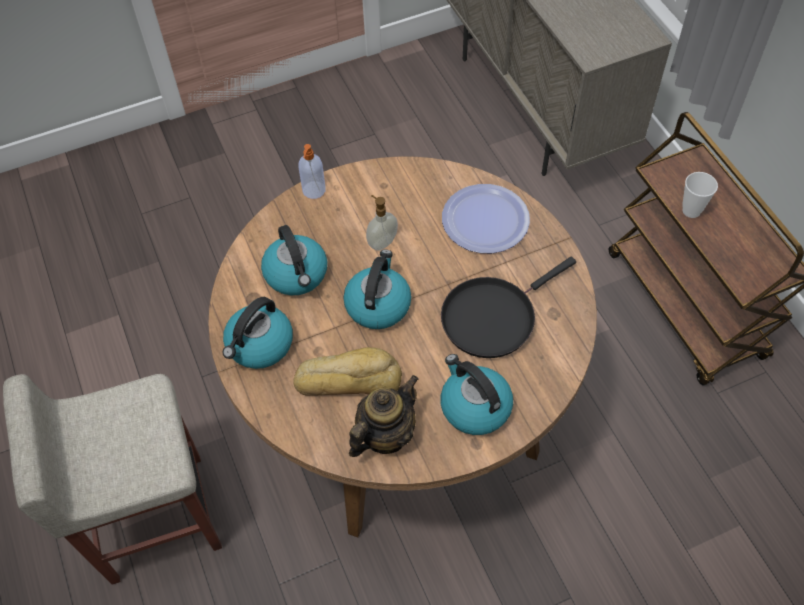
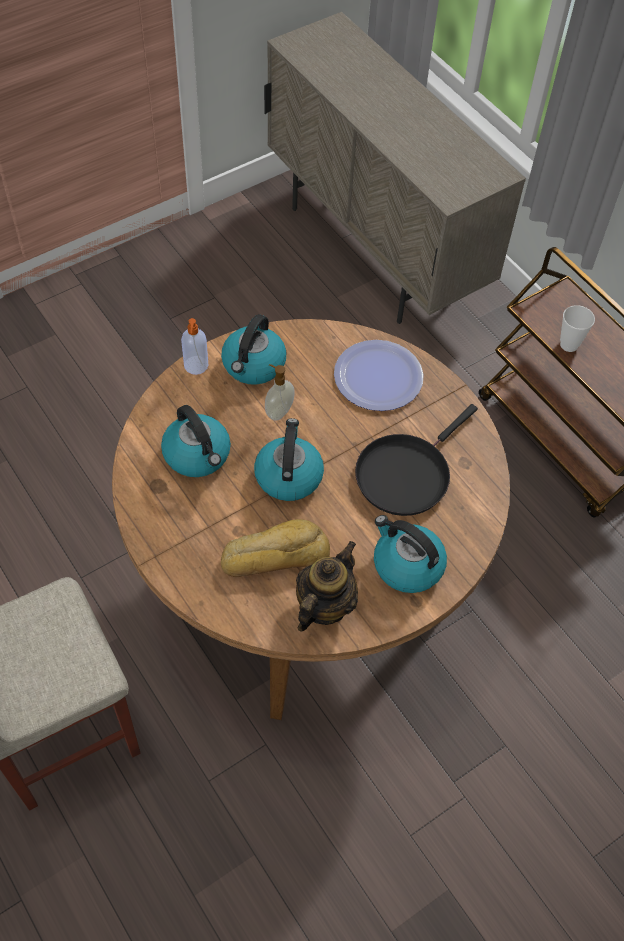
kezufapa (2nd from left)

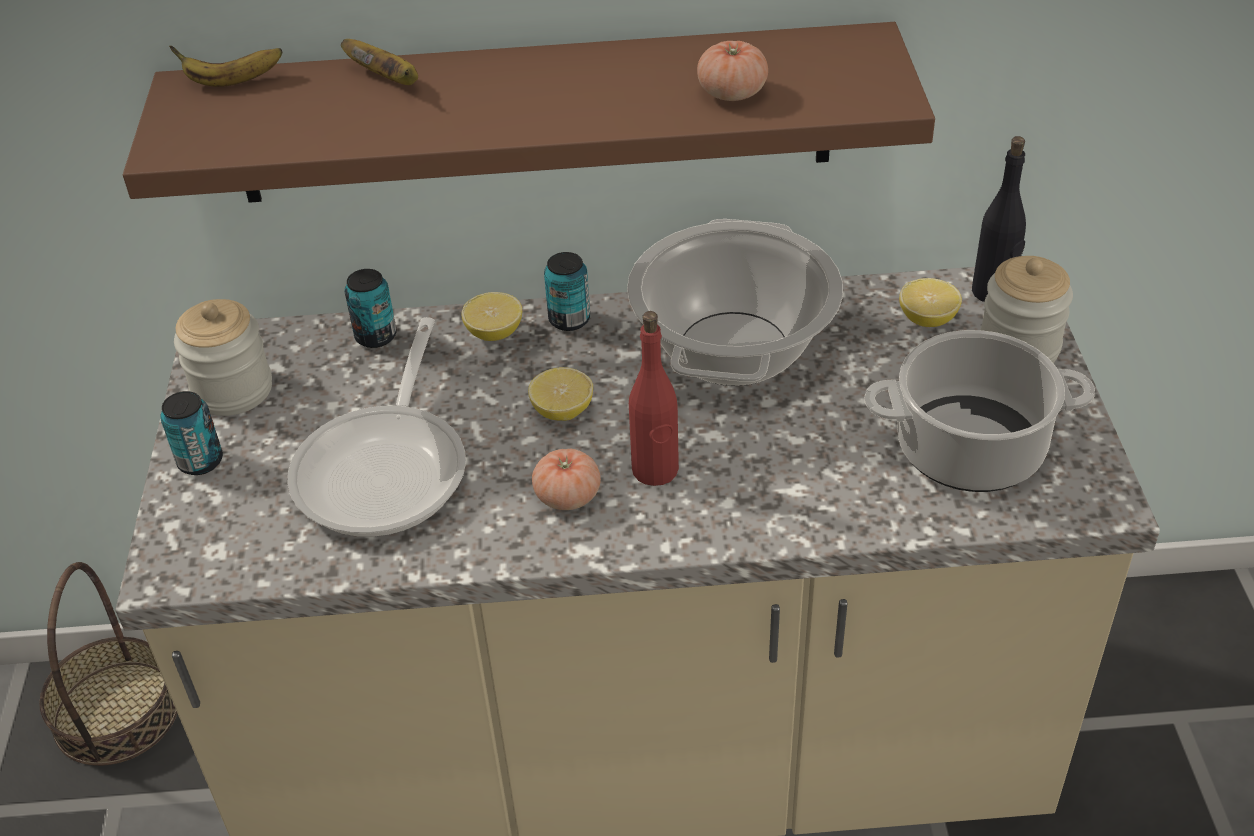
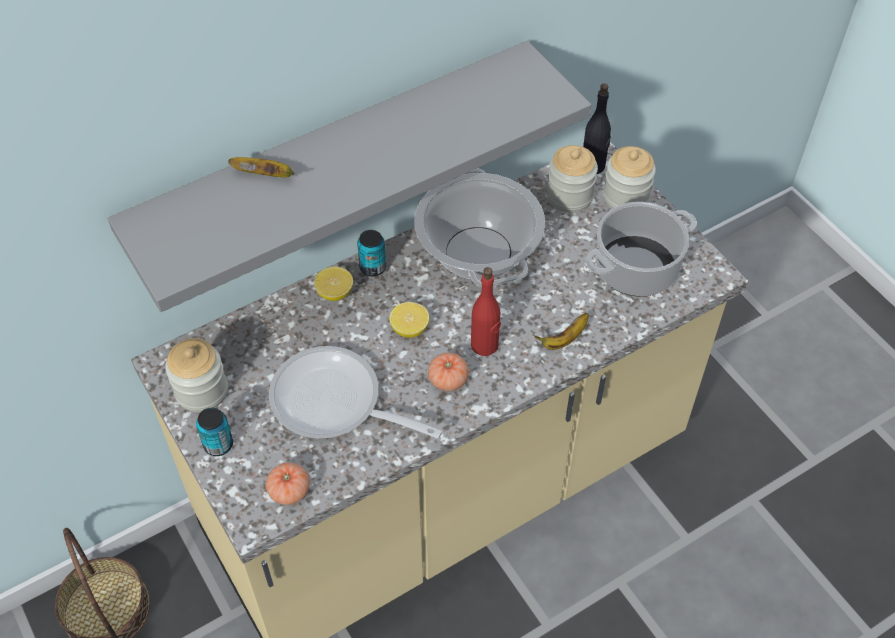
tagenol (2nd from left in the first image)
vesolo (2nd from left)
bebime (1st from left)
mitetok (2nd from left)
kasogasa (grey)
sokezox

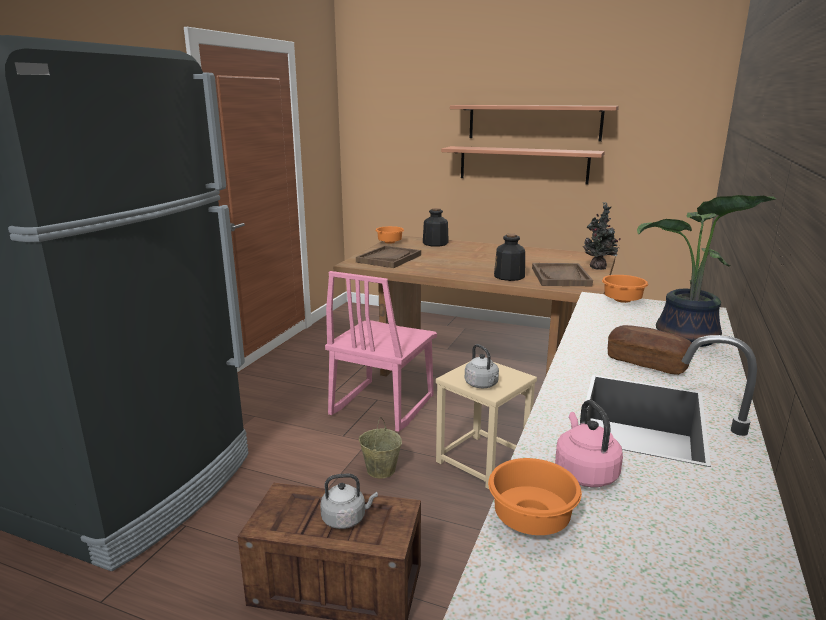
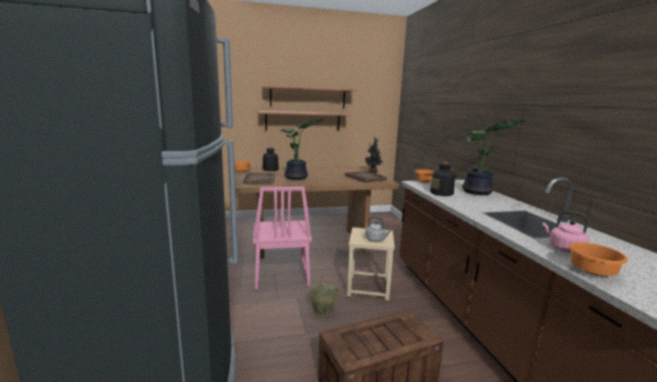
kezufapa (grey) (1st from left in the first image)
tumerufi
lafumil (1st from left)
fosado (2nd from left)

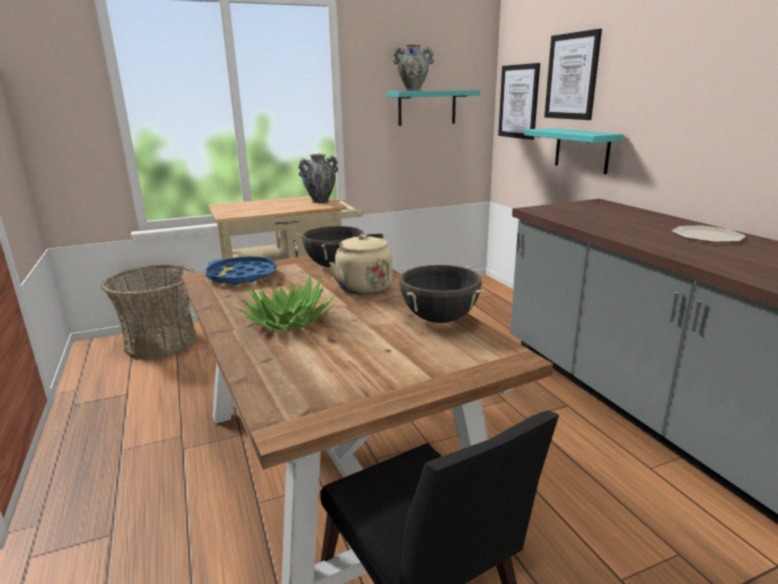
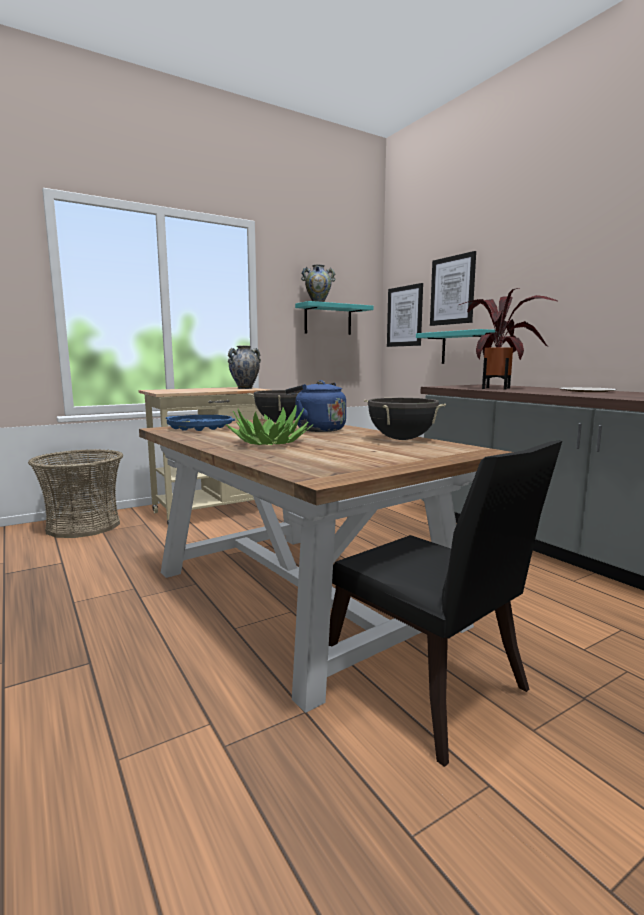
lafumil (2nd from left)
kezufapa (blue)

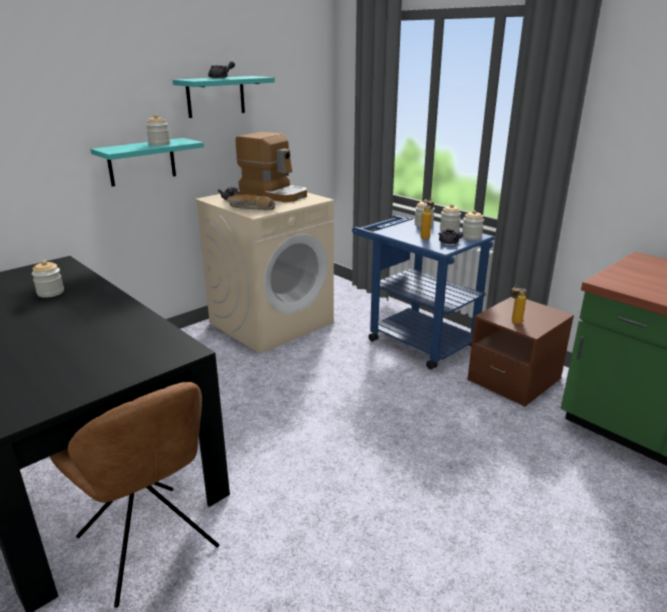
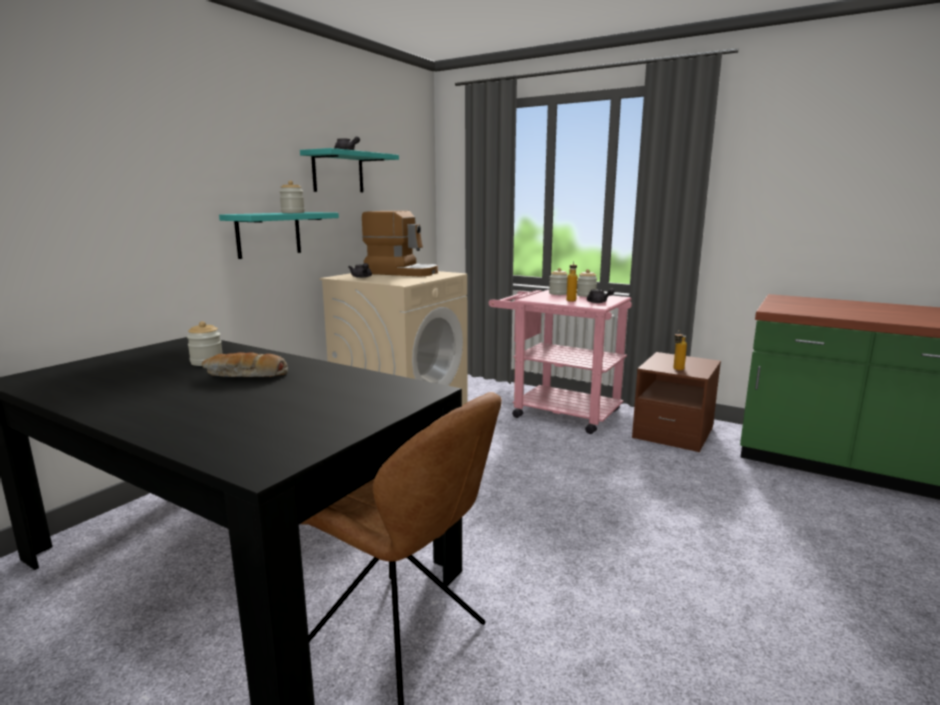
mitetok (5th from left in the first image)
tumerufi
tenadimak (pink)

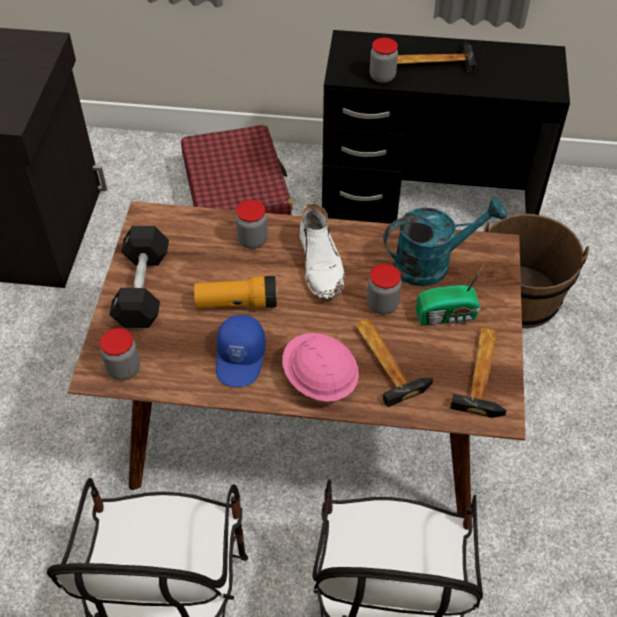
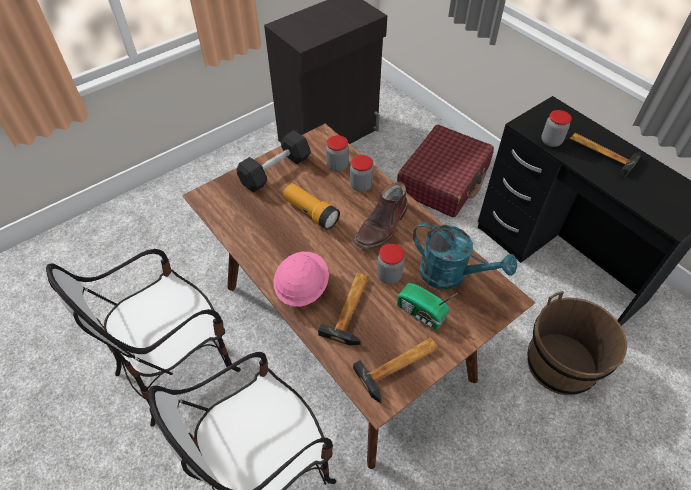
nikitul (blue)
mitetok (1st from left)
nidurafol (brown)

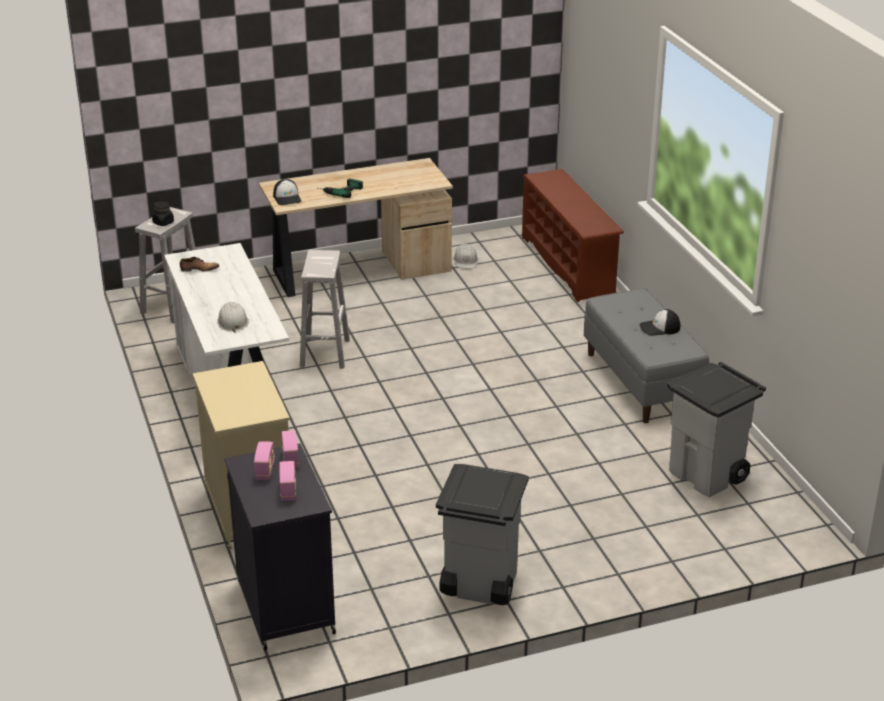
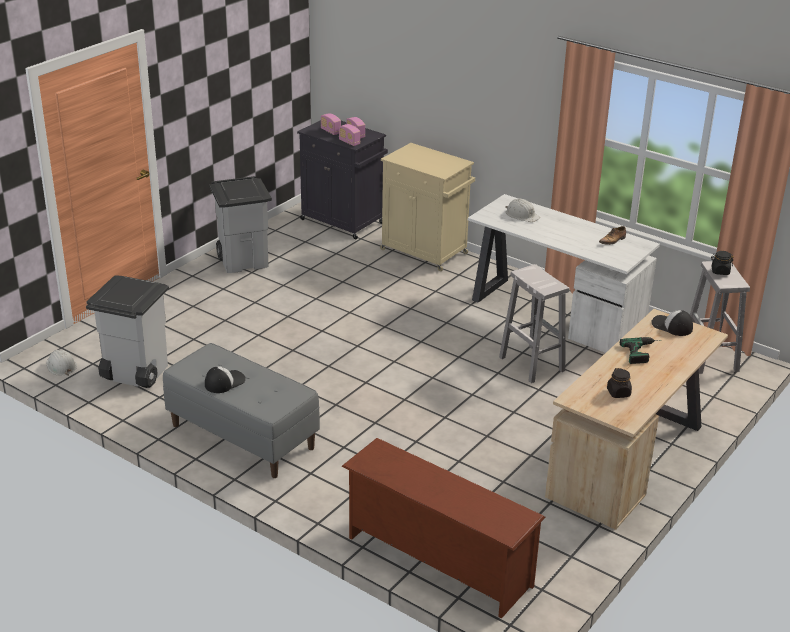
mitetok (black) (1st from left)
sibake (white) (1st from left)

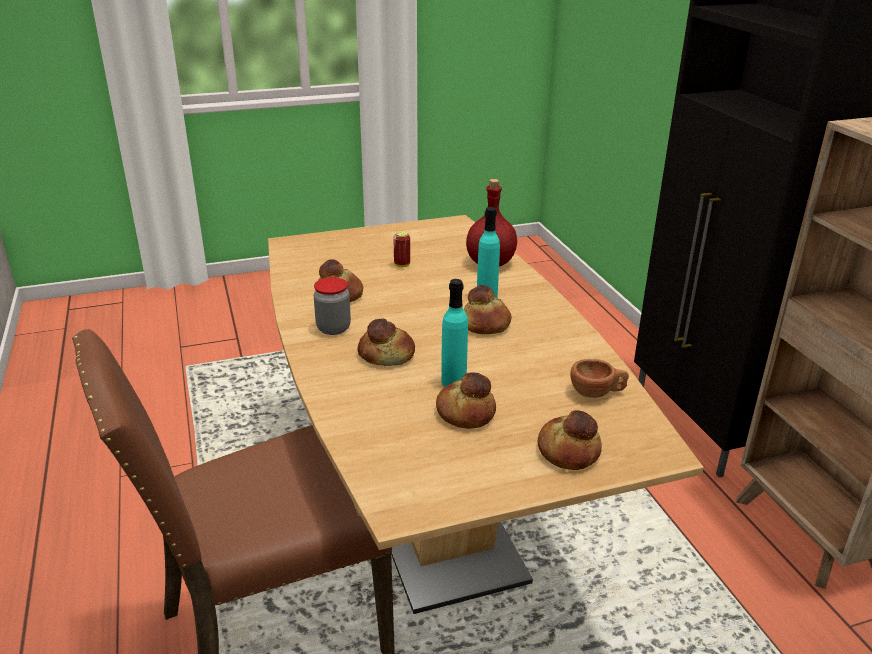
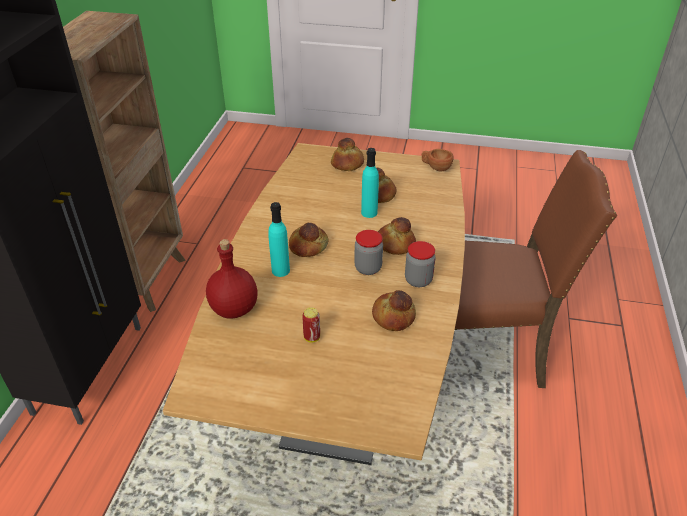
mitetok (1st from left)
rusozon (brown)

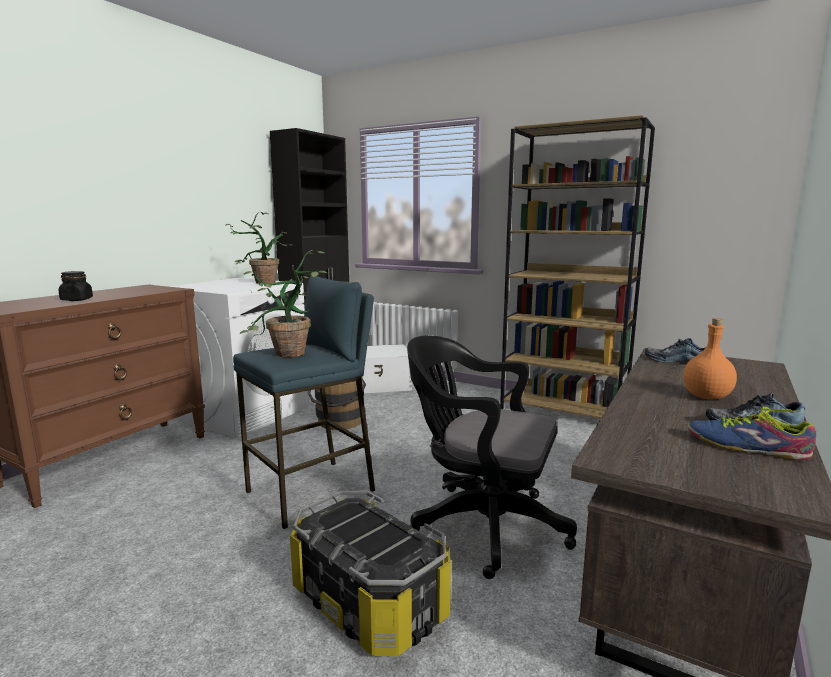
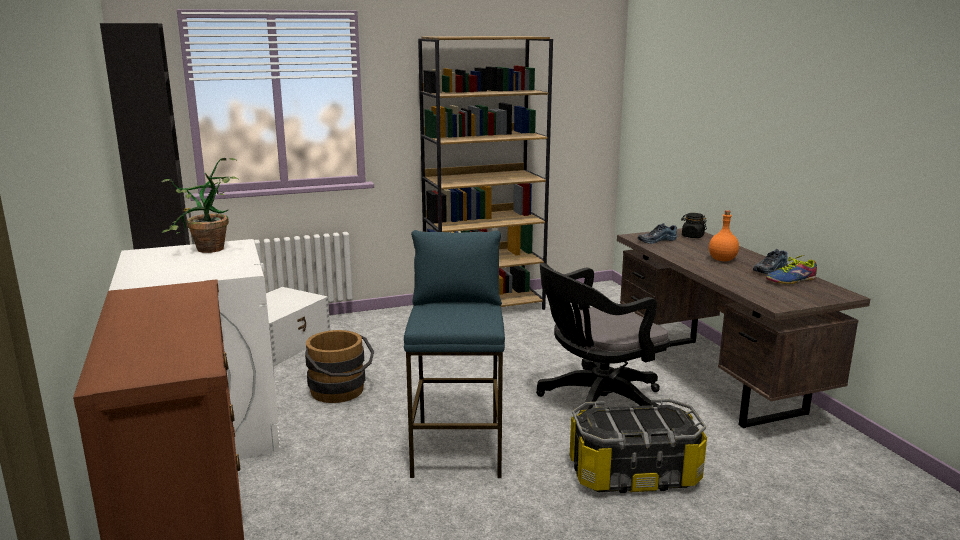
lafumil (2nd from left in the first image)
mitetok (black)

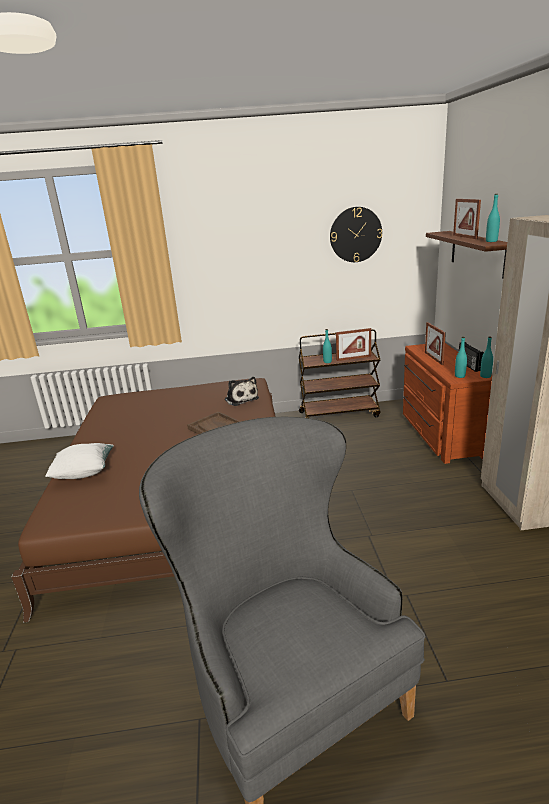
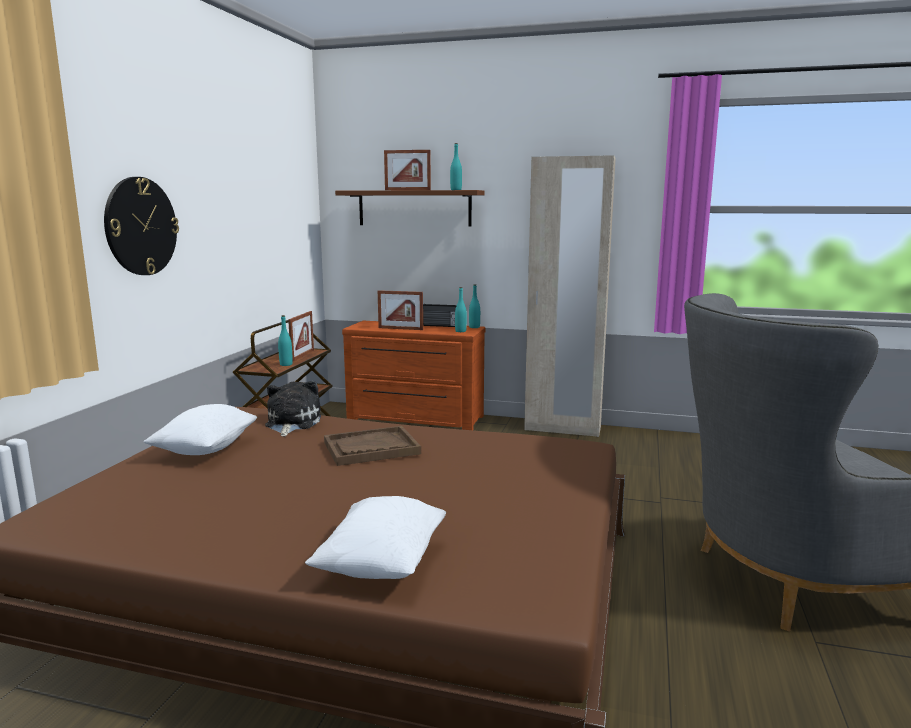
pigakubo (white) (1st from left)
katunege
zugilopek

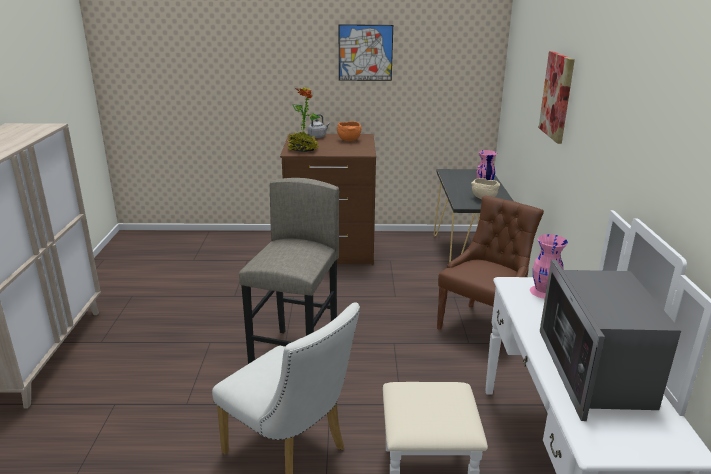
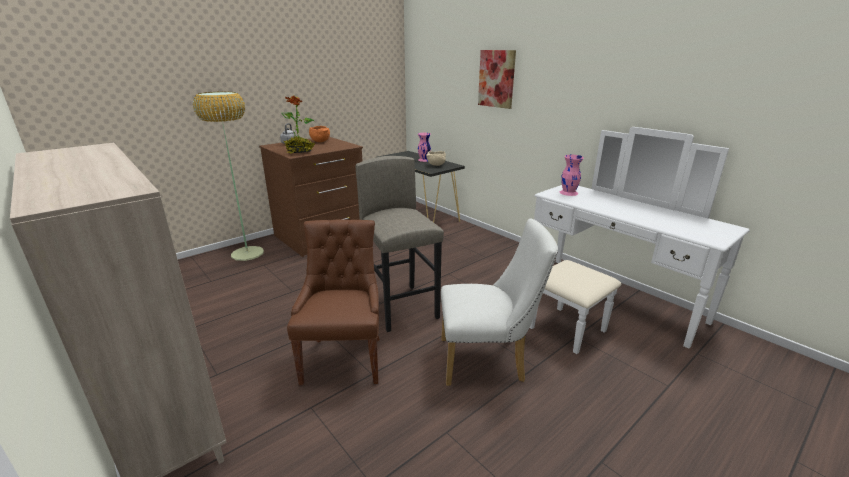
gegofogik (1st from left in the first image)
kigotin
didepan
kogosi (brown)

